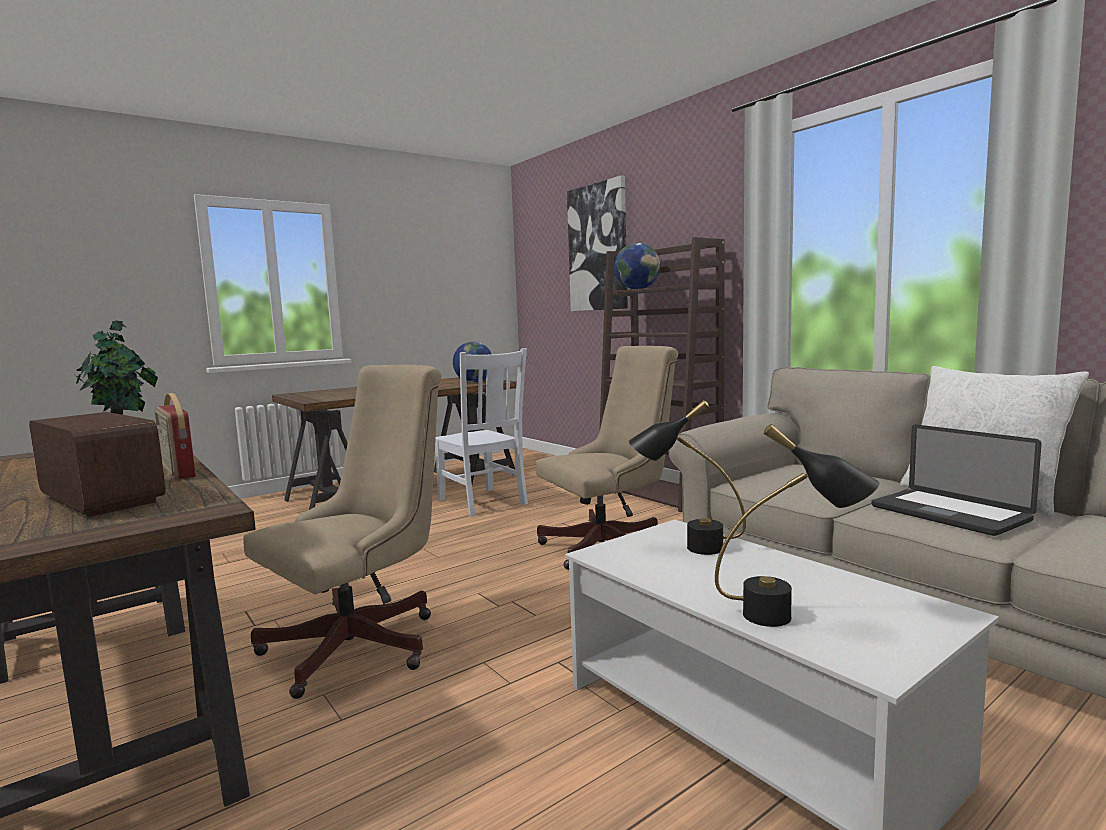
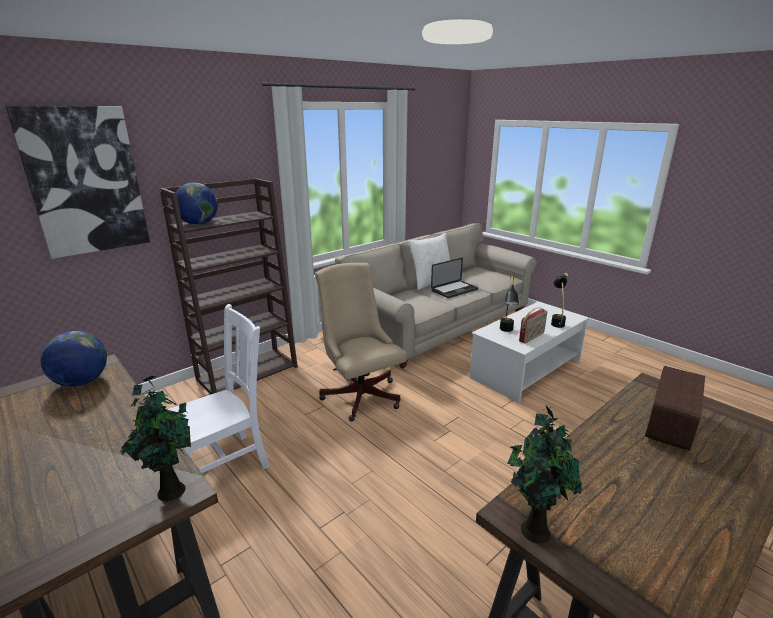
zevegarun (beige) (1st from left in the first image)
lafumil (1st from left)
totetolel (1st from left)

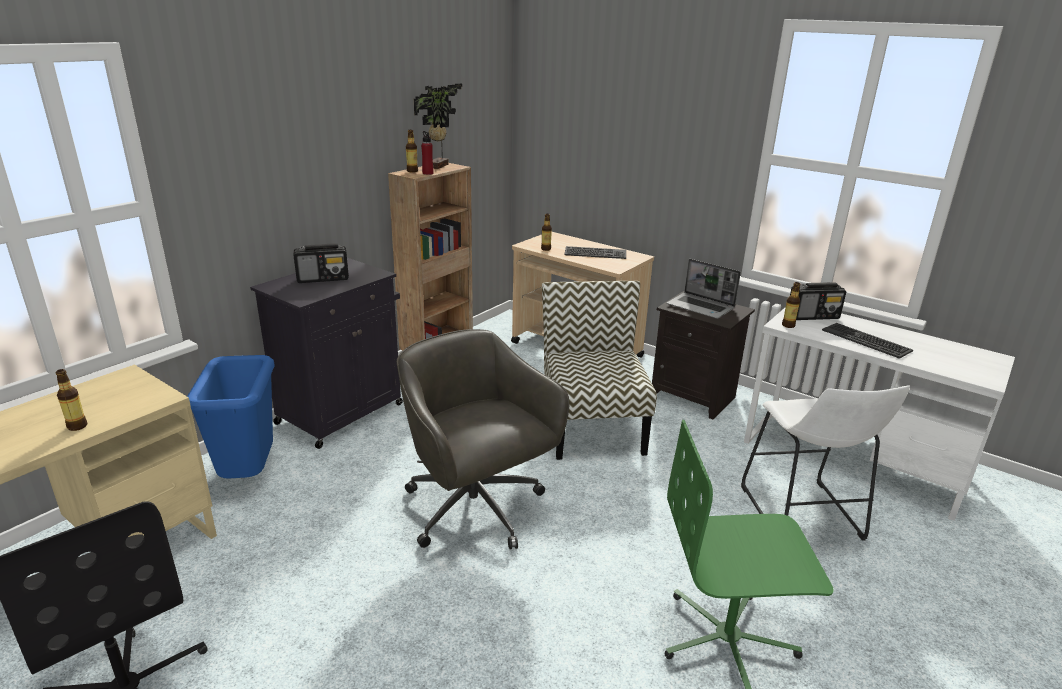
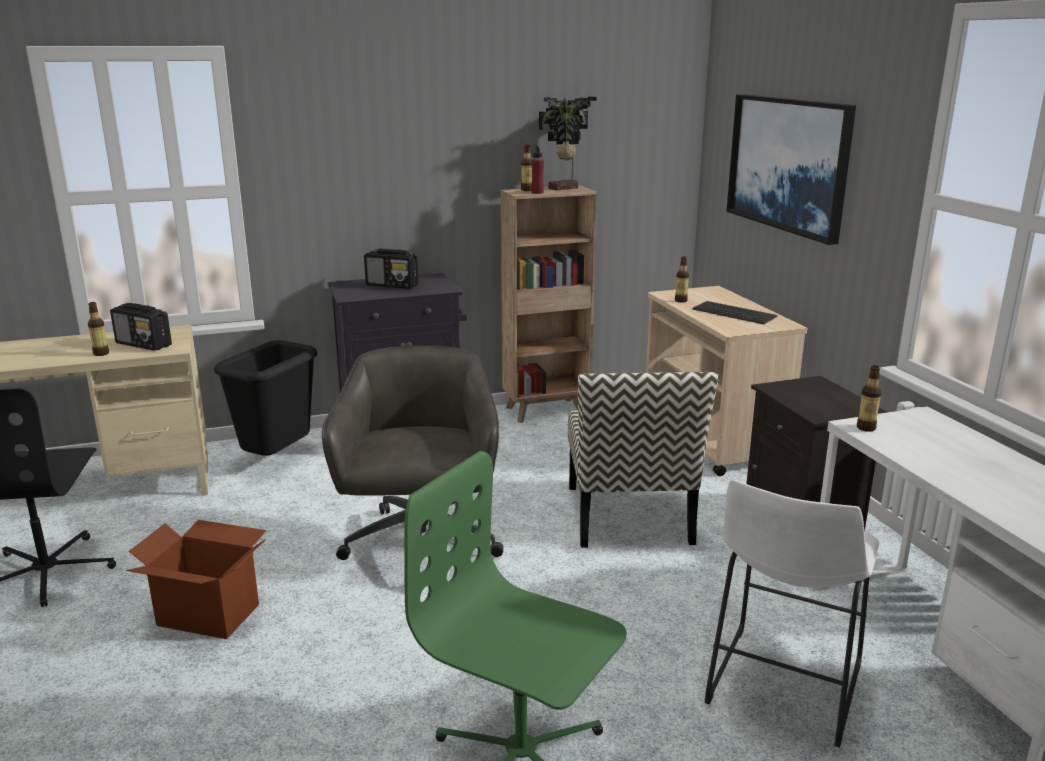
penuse
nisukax (2nd from left in the first image)
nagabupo
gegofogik
totetolel (1st from left)
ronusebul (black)
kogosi

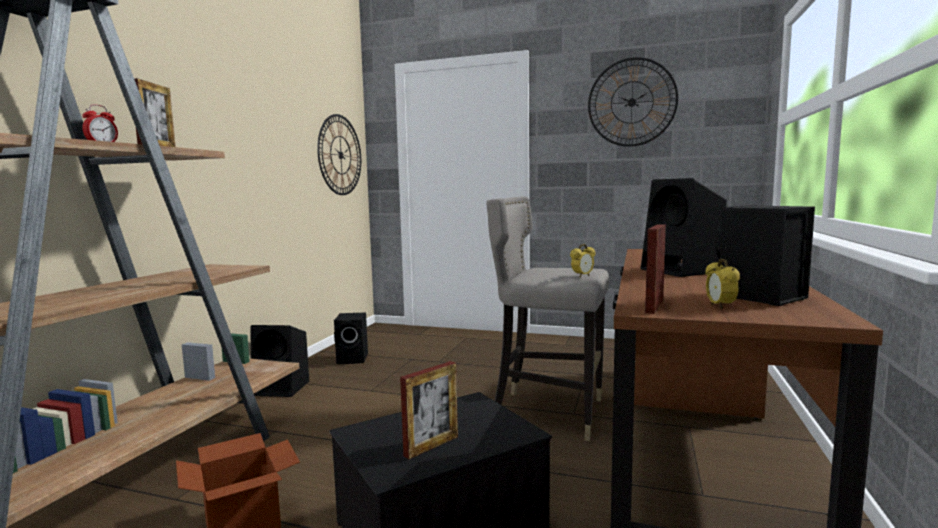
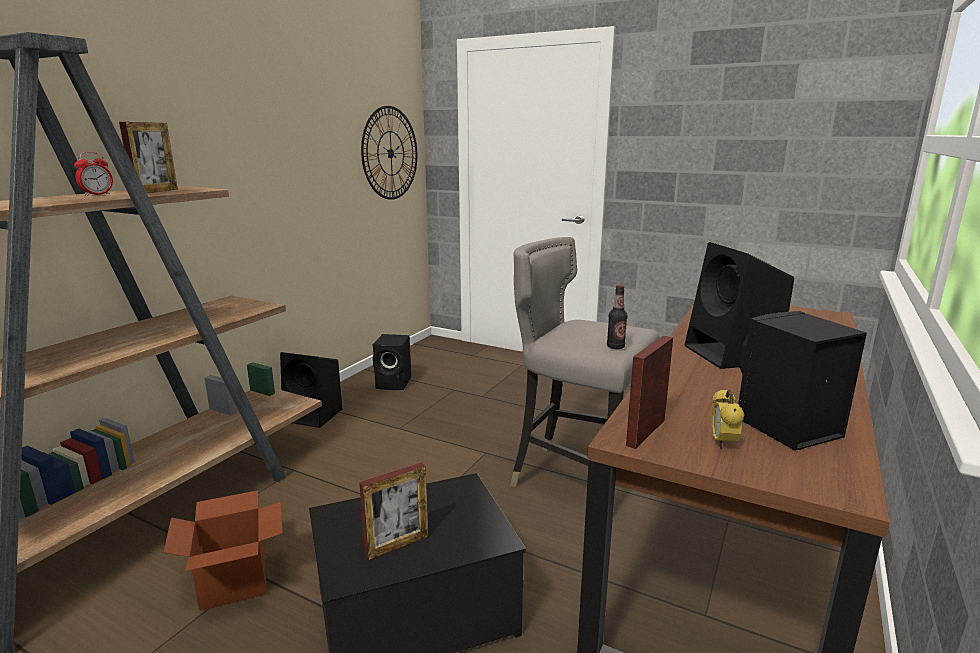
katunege (2nd from left in the first image)
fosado

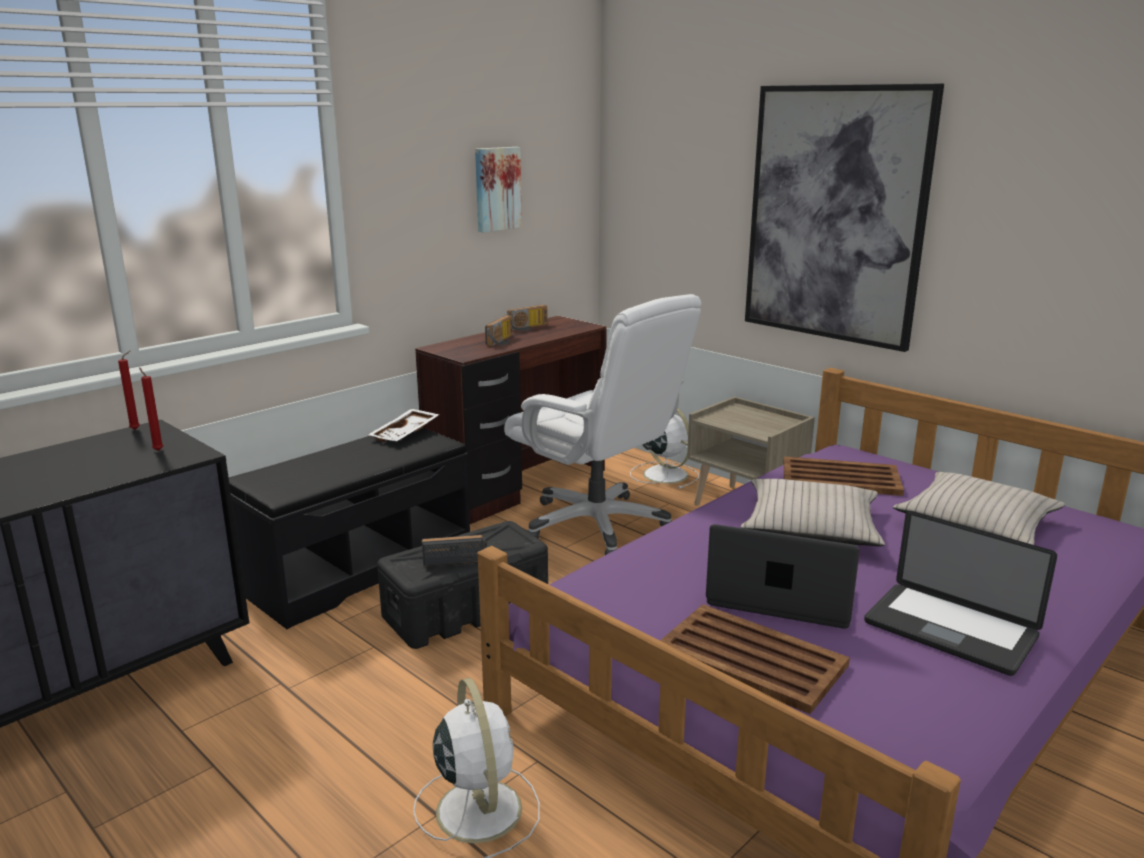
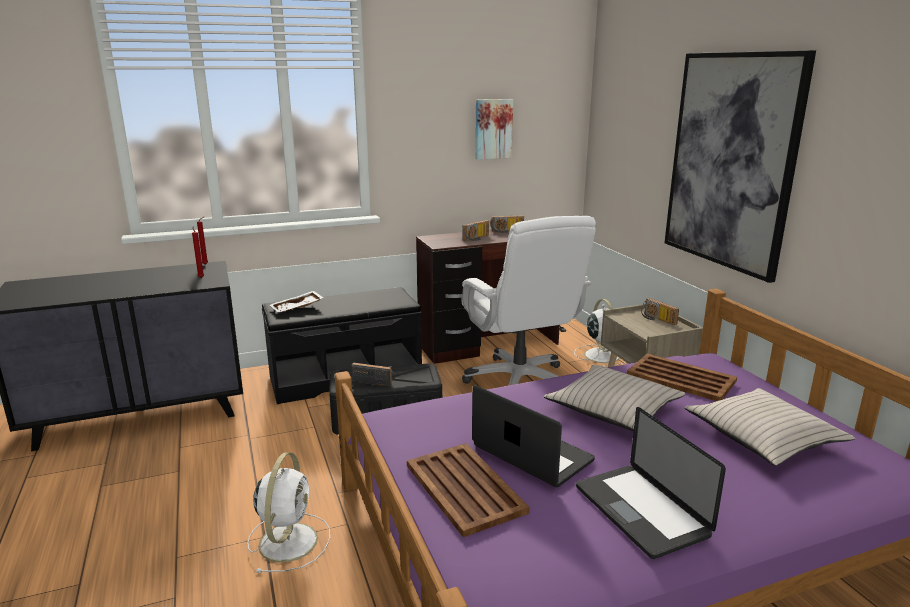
totetolel (4th from left)
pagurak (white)

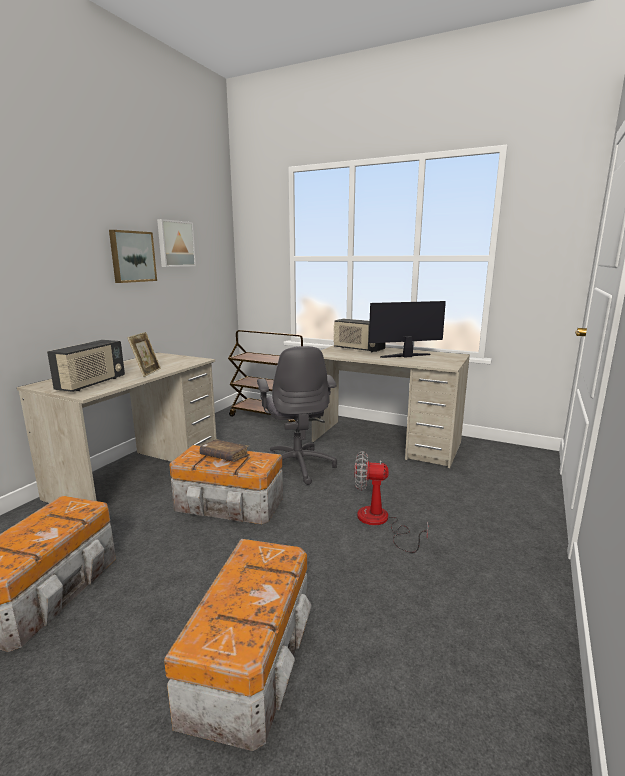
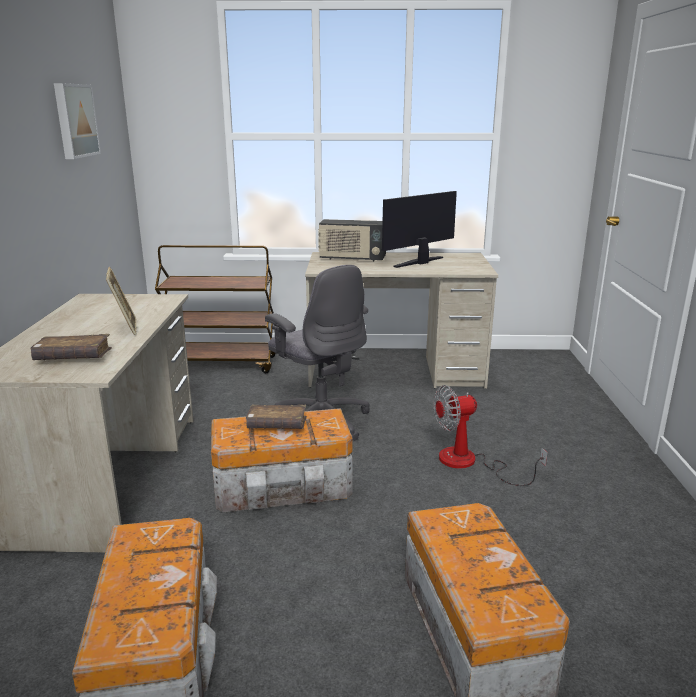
gegofogik (1st from left in the first image)
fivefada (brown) (1st from left)

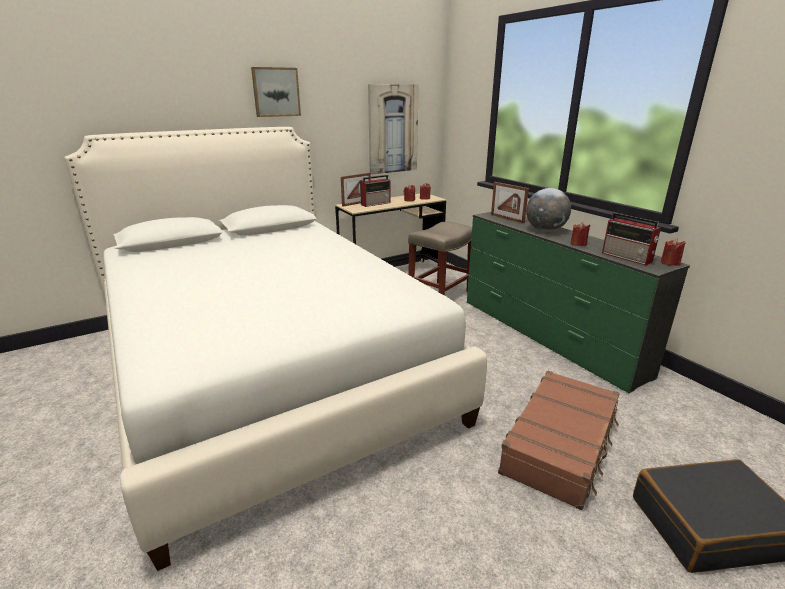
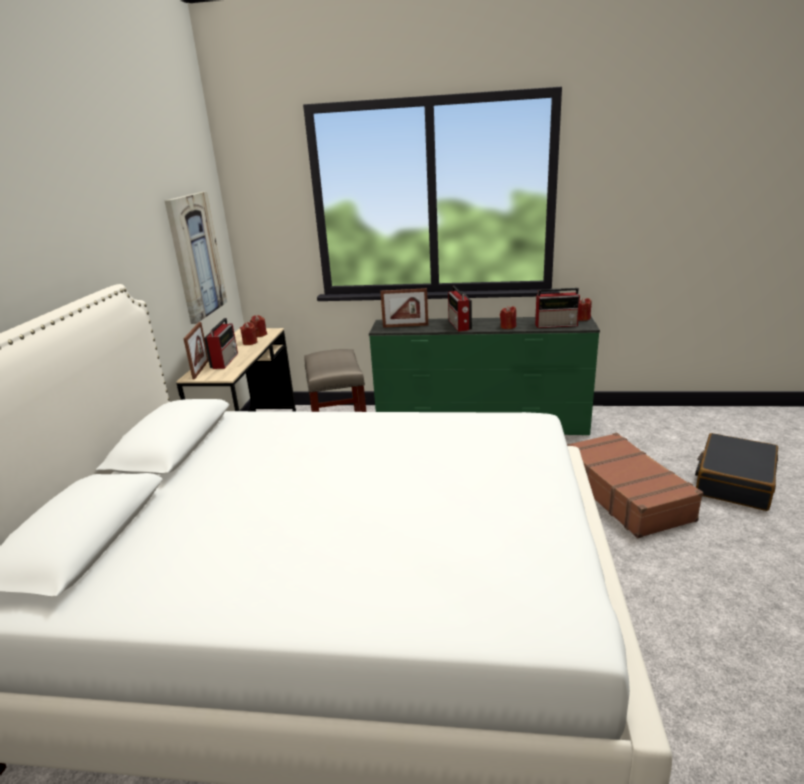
gegofogik (1st from left in the first image)
totetolel (2nd from left)

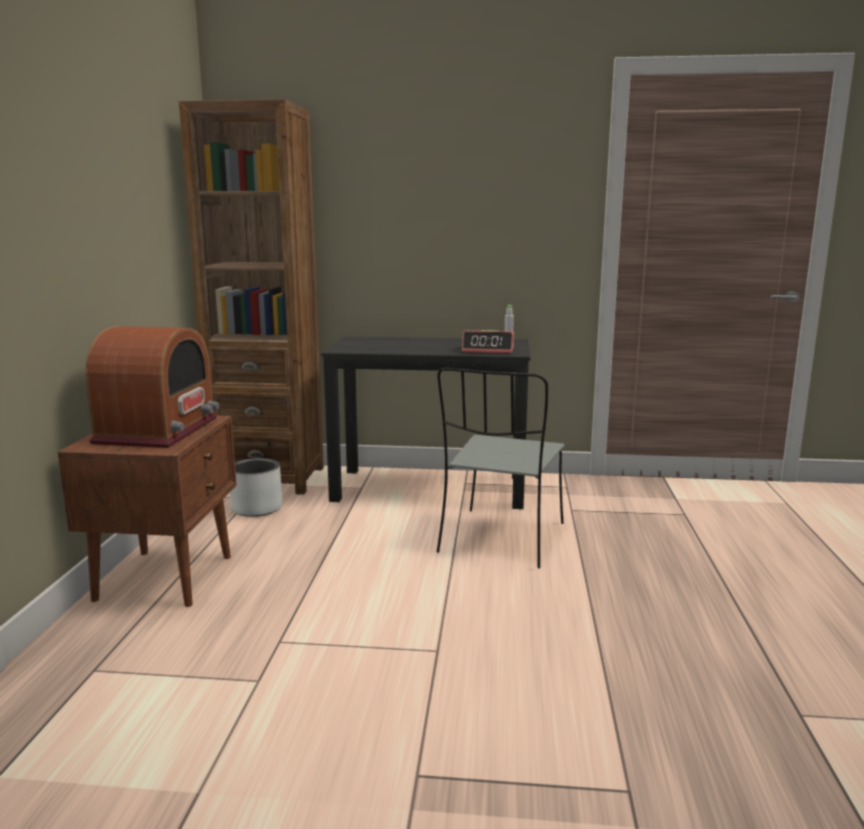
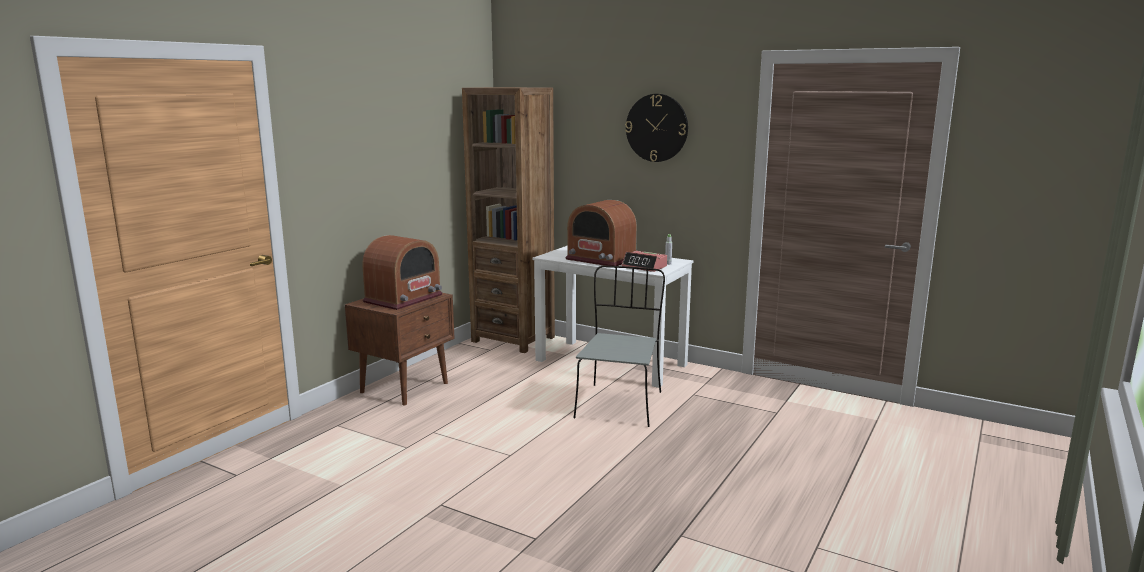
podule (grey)
totetolel (2nd from left)
katunege
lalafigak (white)
kogosi (grey)

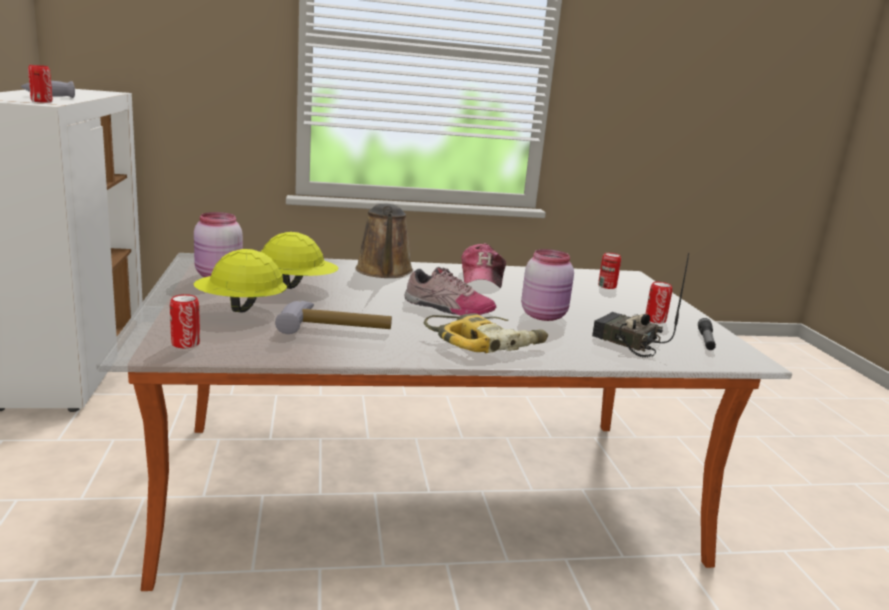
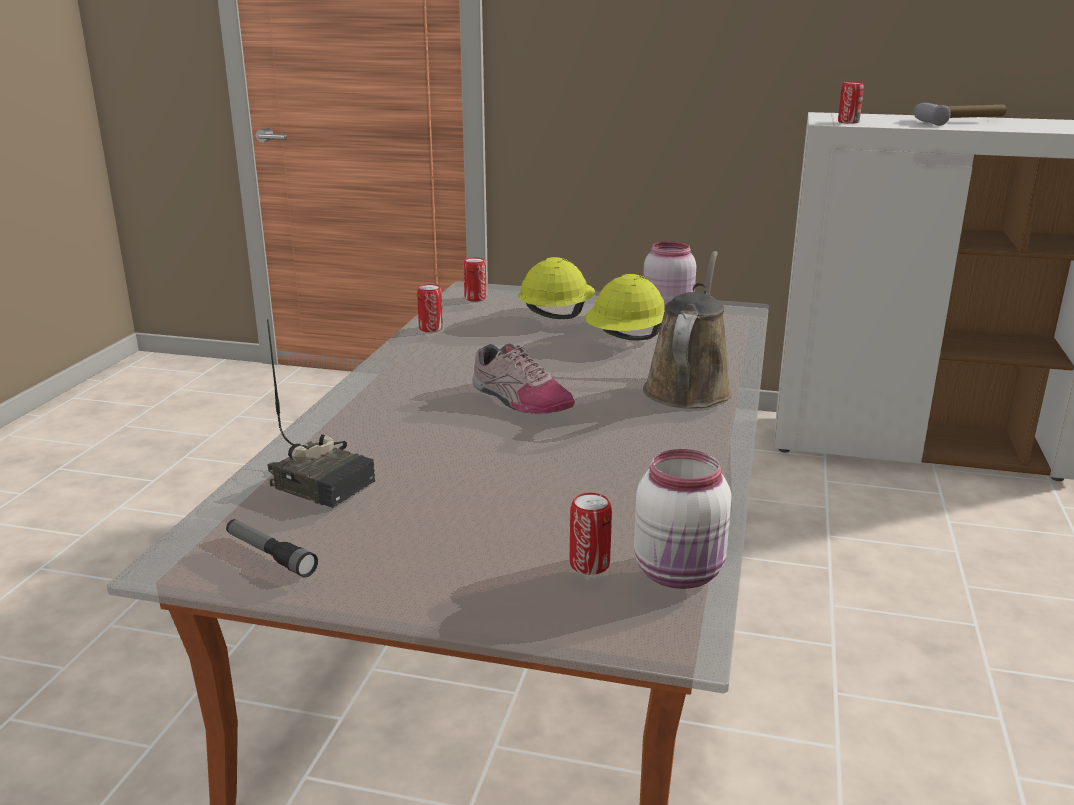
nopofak (2nd from left in the first image)
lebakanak
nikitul
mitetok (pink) (2nd from left in the first image)
mitetok (white)
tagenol (1st from left)
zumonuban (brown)
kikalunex
totetolel

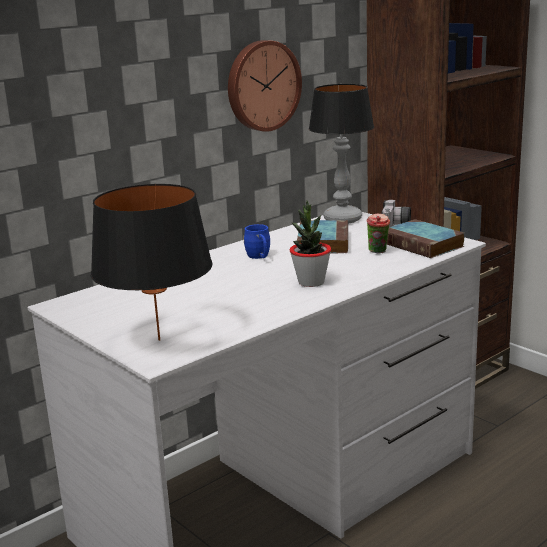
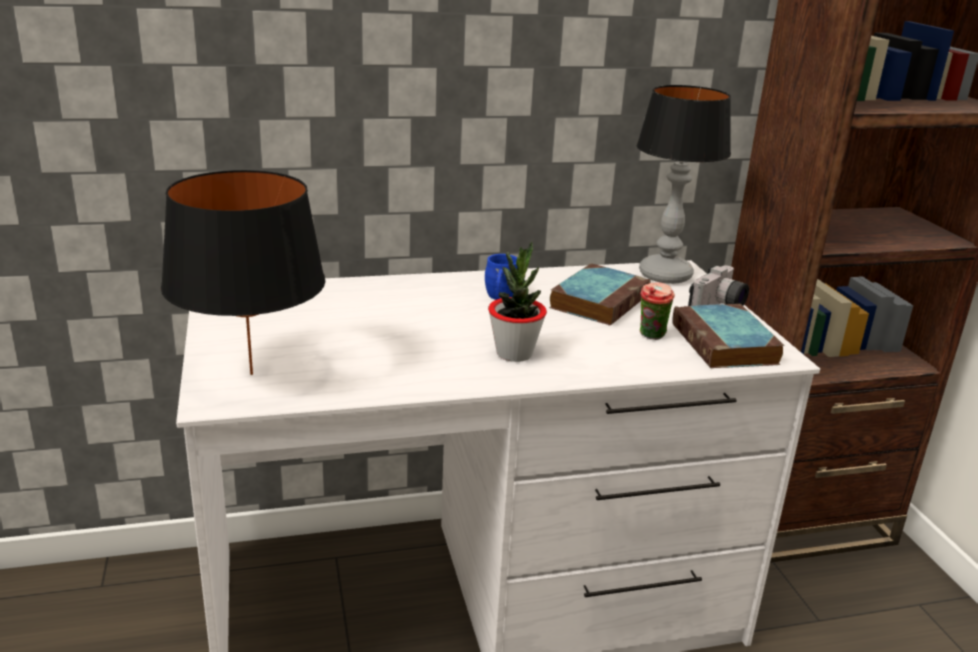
katunege

